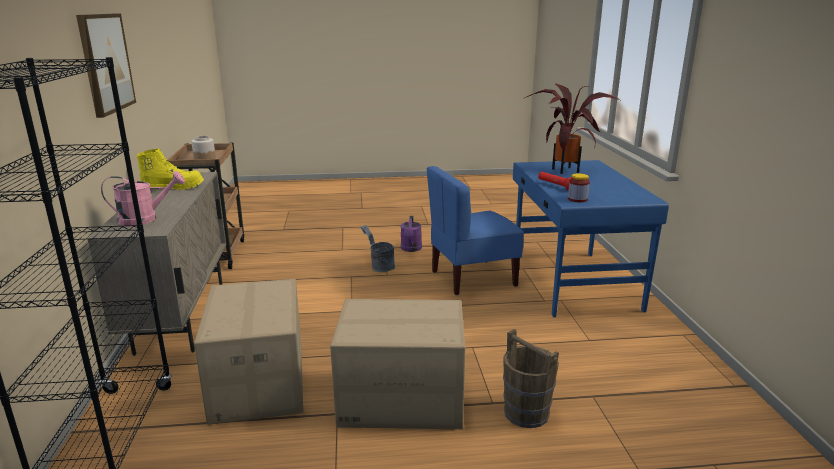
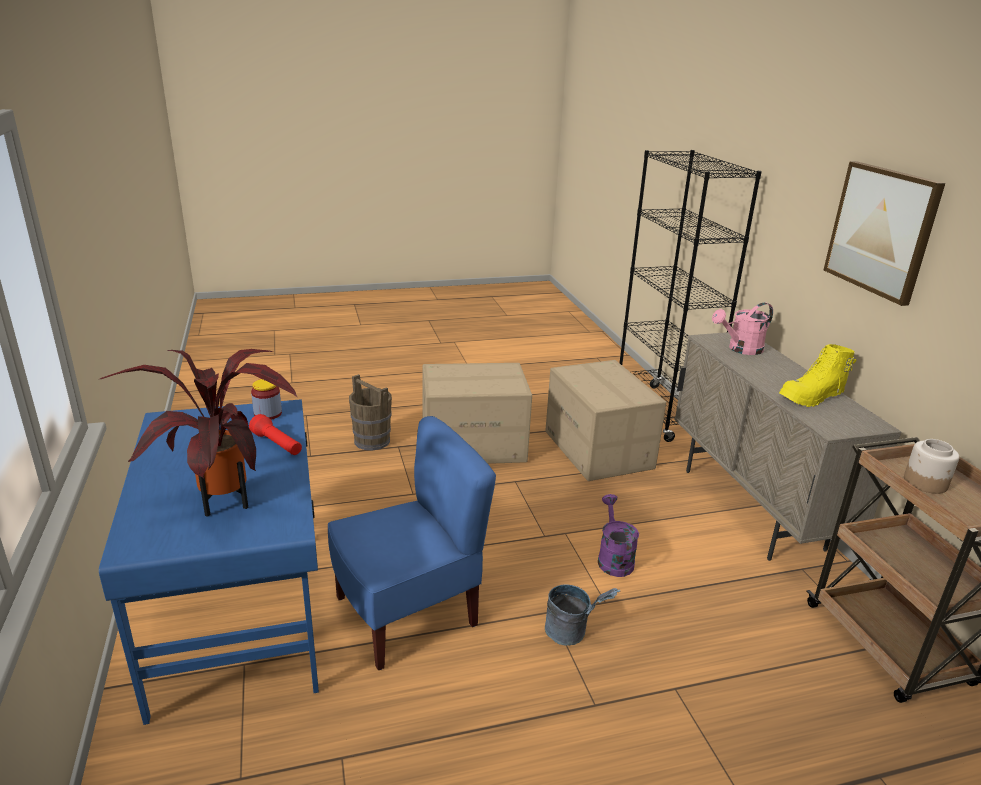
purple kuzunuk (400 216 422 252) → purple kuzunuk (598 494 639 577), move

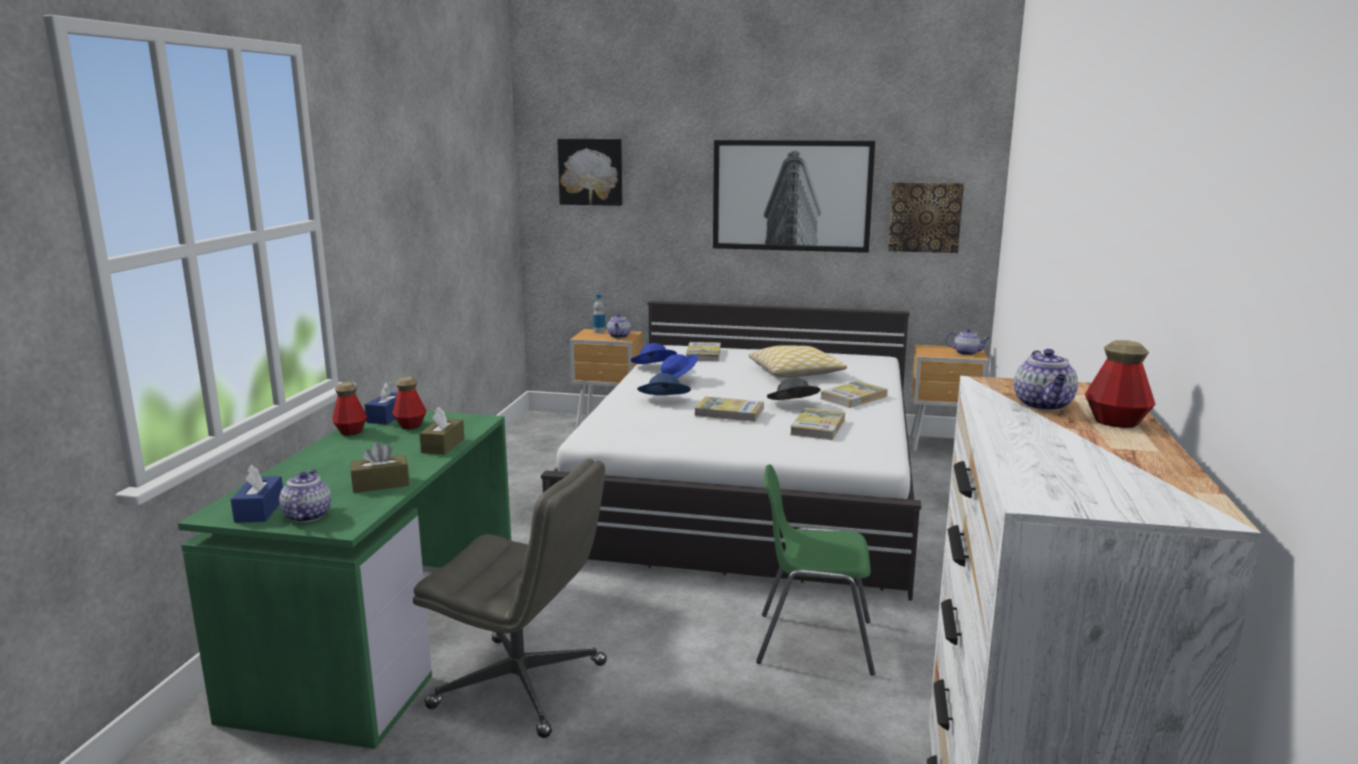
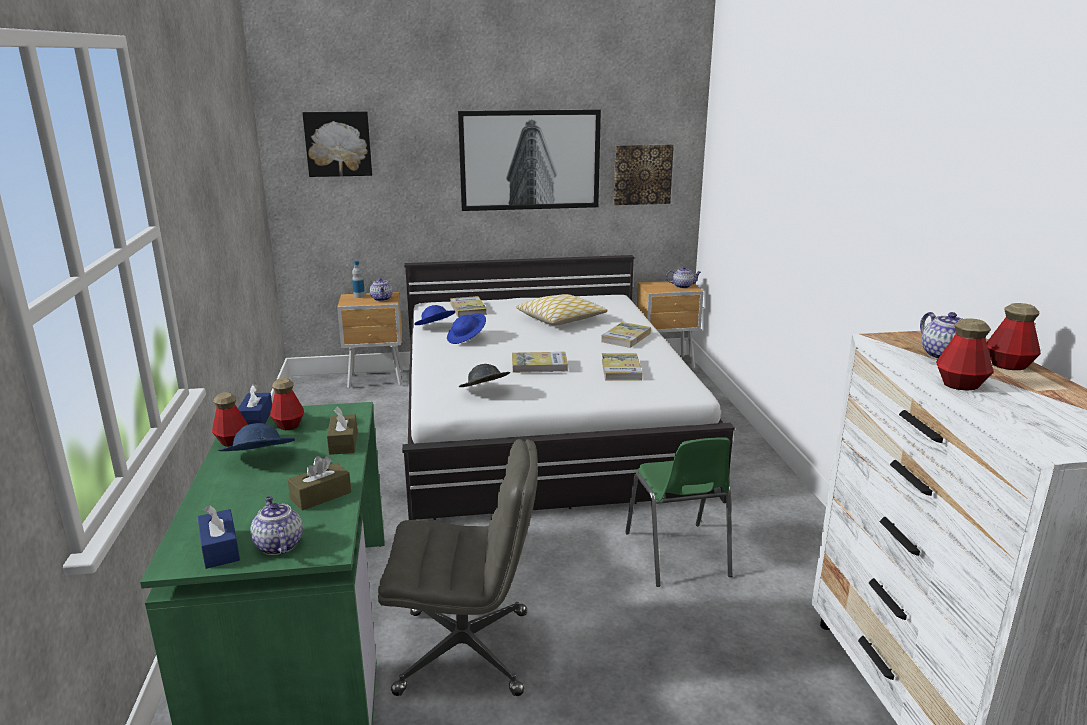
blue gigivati (637 373 691 395) → blue gigivati (218 423 295 451), move
grey gigivati (767 377 821 400) → grey gigivati (459 364 510 387), move
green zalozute (756 464 875 676) → green zalozute (625 437 732 587), 90 degrees counterclockwise
- → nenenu (936 318 994 391)

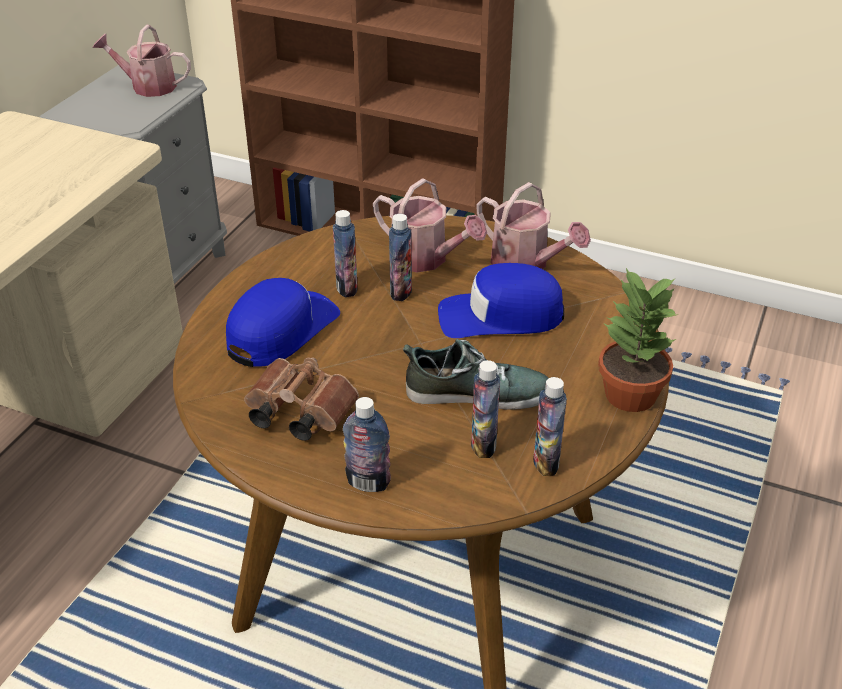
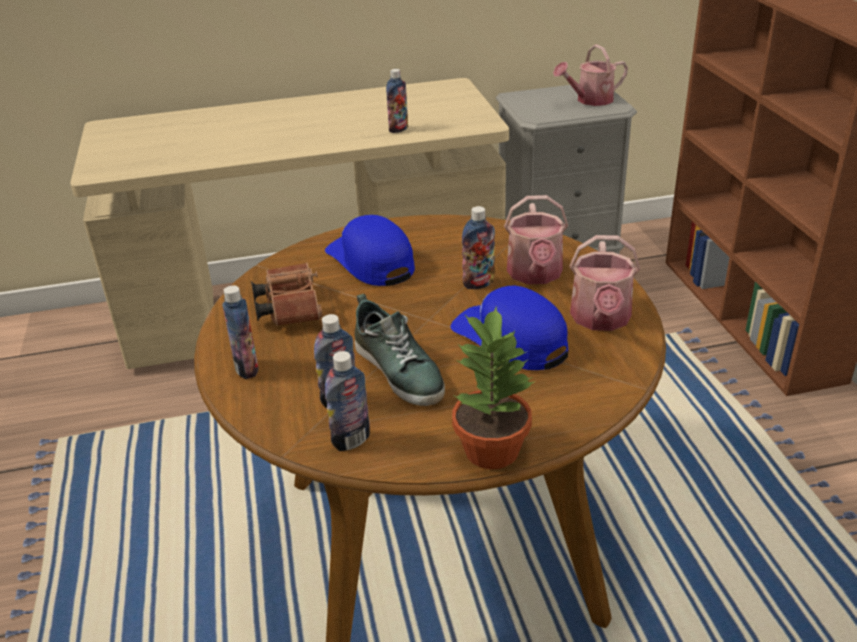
kuzunuk (92 25 191 97) → kuzunuk (553 44 628 106), 90 degrees counterclockwise
nenenu (333 210 358 297) → nenenu (386 69 408 133), move
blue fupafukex (226 278 340 367) → blue fupafukex (325 215 415 286), 120 degrees counterclockwise

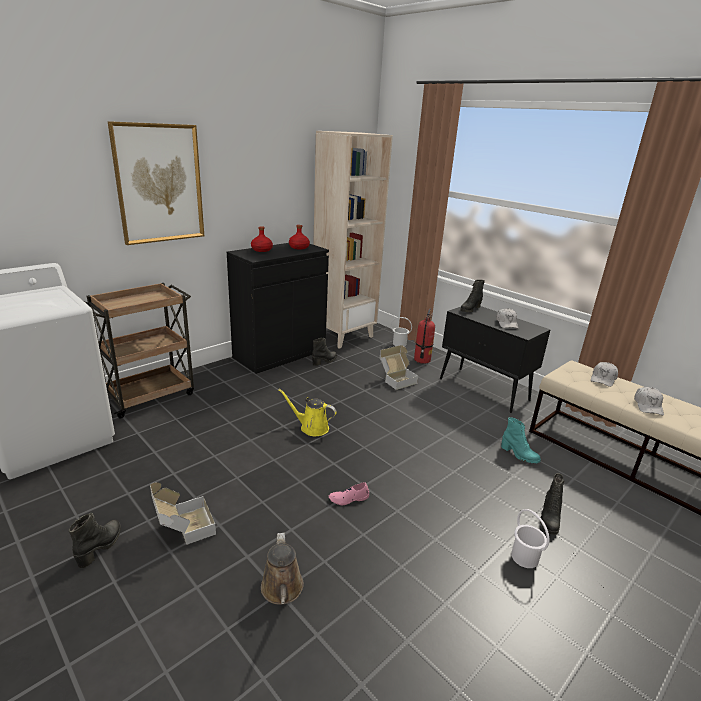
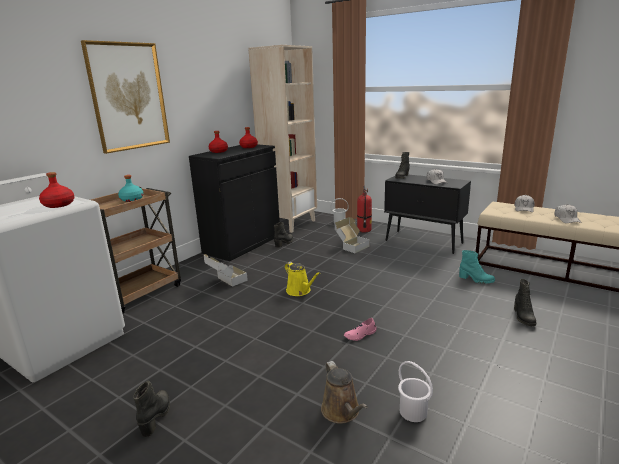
yellow kuzunuk (278 389 337 436) → yellow kuzunuk (285 262 320 296), 135 degrees counterclockwise
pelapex (150 482 216 545) → pelapex (204 254 248 287), move
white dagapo (511 509 549 568) → white dagapo (398 361 433 422), move
- → red nenenu (39 172 74 208)
- → turquoise nenenu (118 175 144 202)

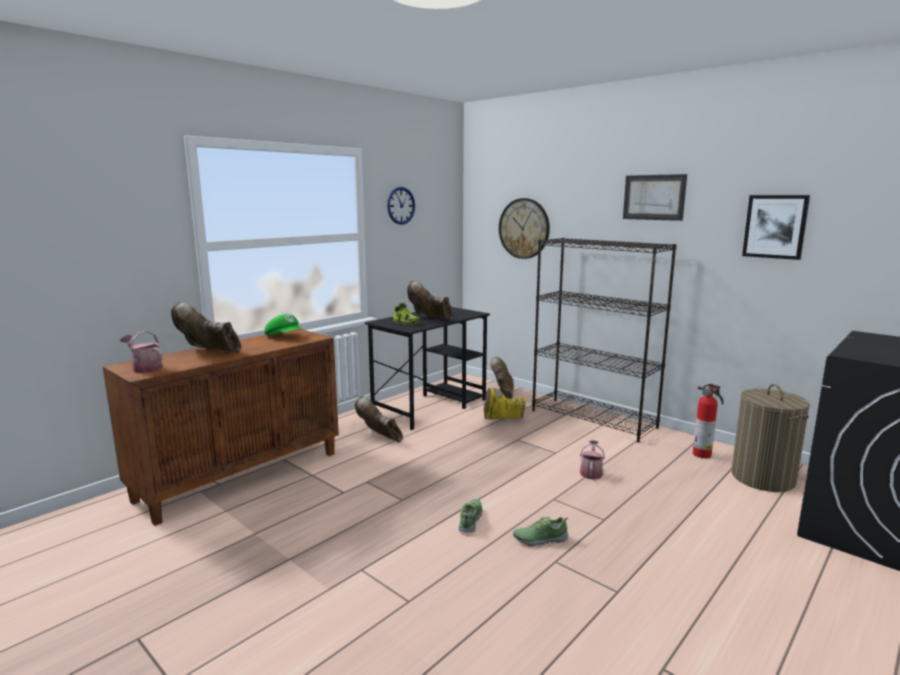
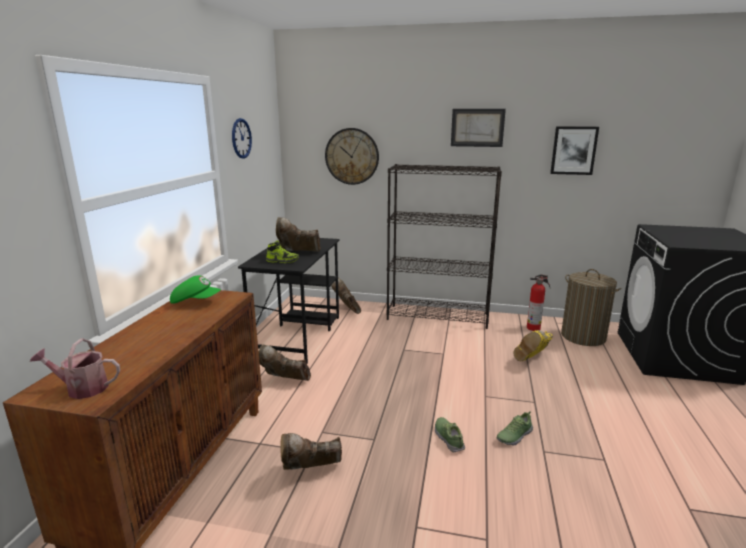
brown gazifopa (171 302 241 353) → brown gazifopa (280 433 342 470), move
yellow gazifopa (484 388 526 419) → yellow gazifopa (513 330 553 361), move
kuzunuk (580 440 605 479) → -

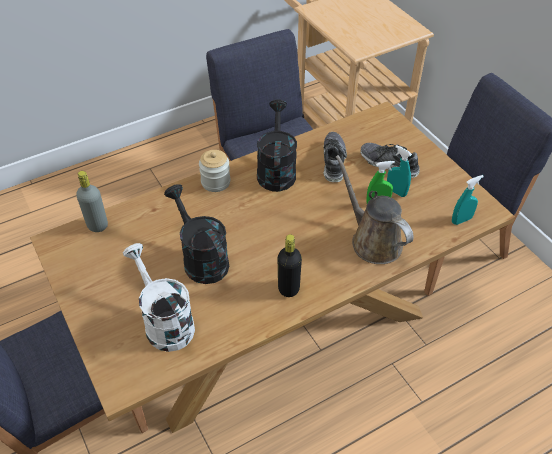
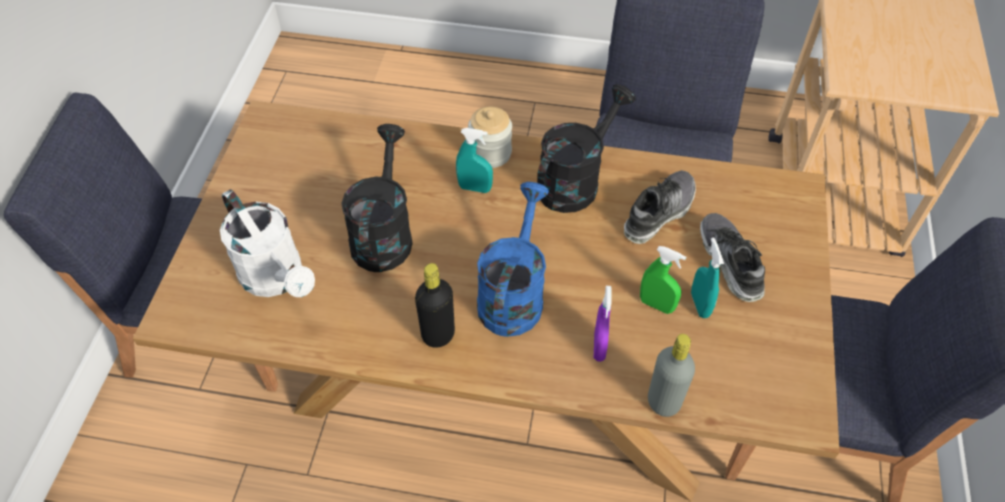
brown kuzunuk (336 155 413 264) → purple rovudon (594 286 612 362)
grey nenenu (76 171 108 232) → grey nenenu (648 334 695 417), move
turquoise rovudon (452 175 484 225) → turquoise rovudon (456 128 493 193), move
white kuzunuk (123 243 195 352) → white kuzunuk (220 189 315 297), 135 degrees clockwise
- → blue kuzunuk (477 182 549 337)

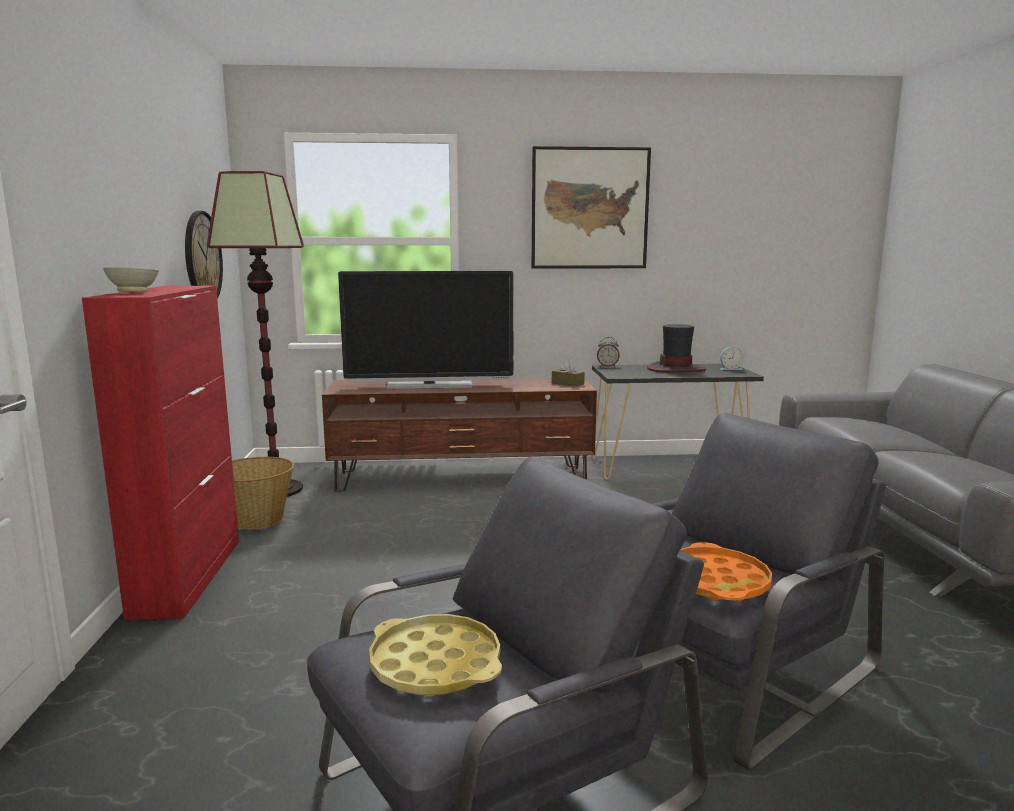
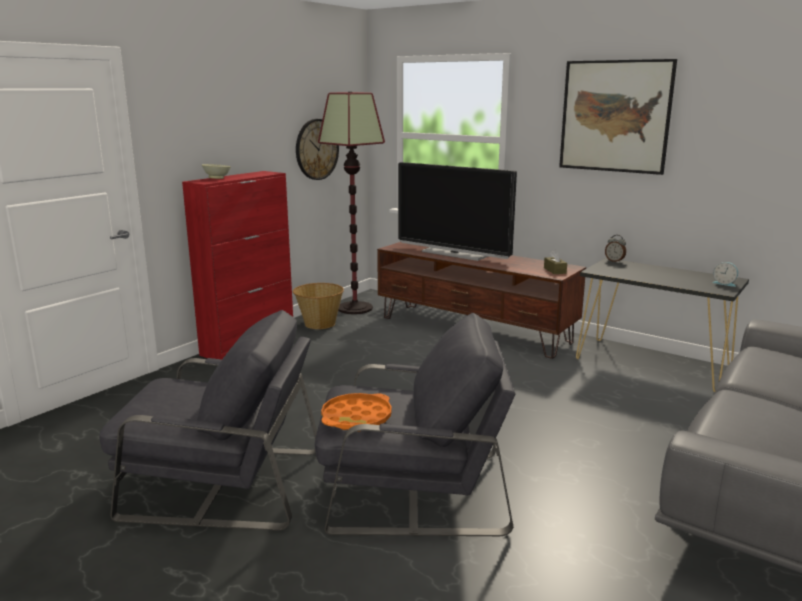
gigivati (647 324 706 372) → -
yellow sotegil (369 614 502 697) → -

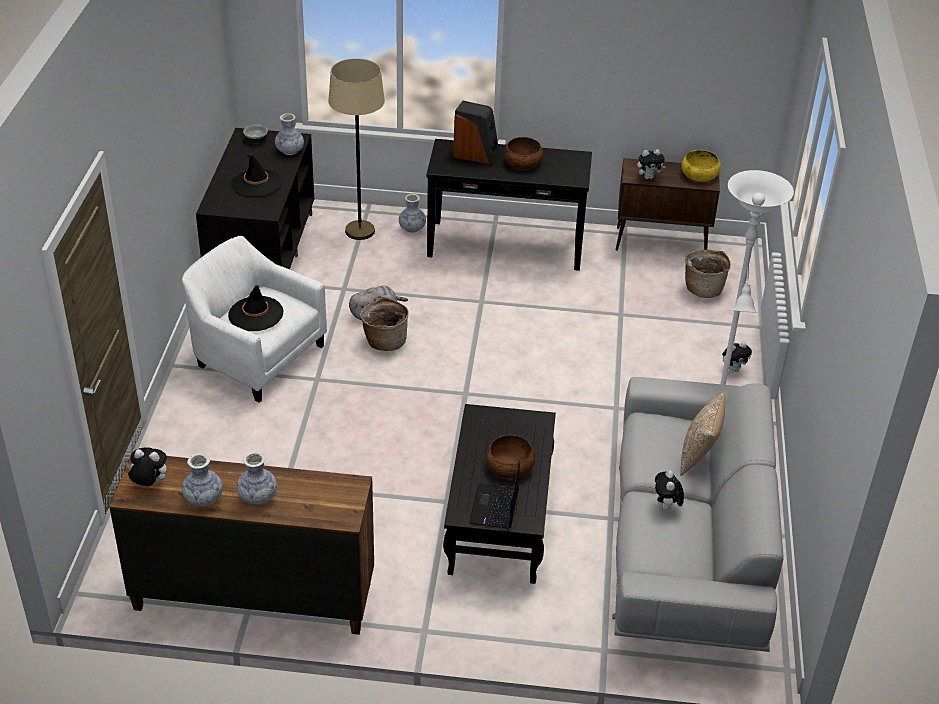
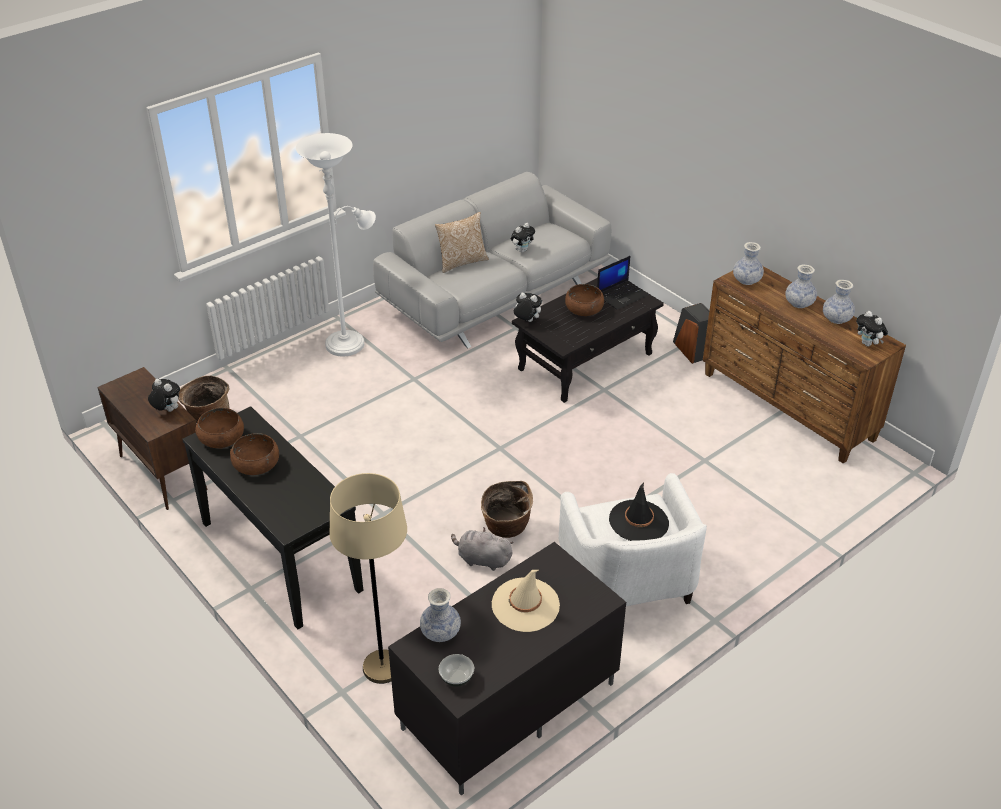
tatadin (453 101 500 165) → tatadin (673 303 709 364), move
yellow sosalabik (681 150 721 182) → -
black gigivati (231 154 282 197) → beige gigivati (492 570 560 632)
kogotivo (399 194 426 233) → kogotivo (733 242 764 285), move
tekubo (722 342 752 373) → tekubo (513 293 542 322), move
- → brown sosalabik (195 408 244 449)

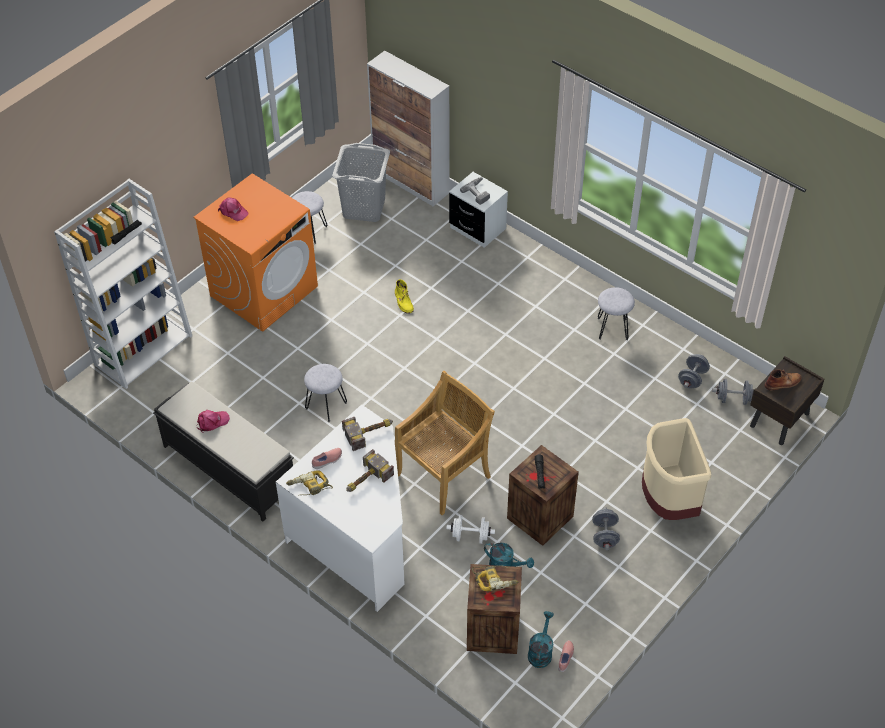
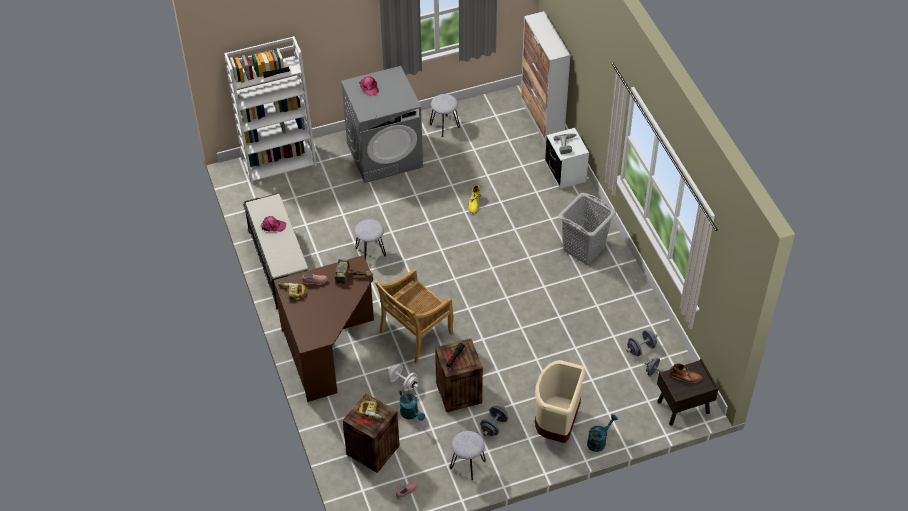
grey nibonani (332 143 390 222) → grey nibonani (558 193 616 264), move
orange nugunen (194 173 318 332) → grey nugunen (341 66 423 183)
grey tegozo (597 287 635 340) → grey tegozo (450 431 486 480), move
beige zalozute (395 371 495 515) → beige zalozute (375 269 454 363), 150 degrees clockwise
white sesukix (276 404 405 612) → brown sesukix (274 255 374 402)
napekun (346 449 394 492) → -
turquoise kuzunuk (528 611 554 668) → turquoise kuzunuk (587 414 618 452), move

